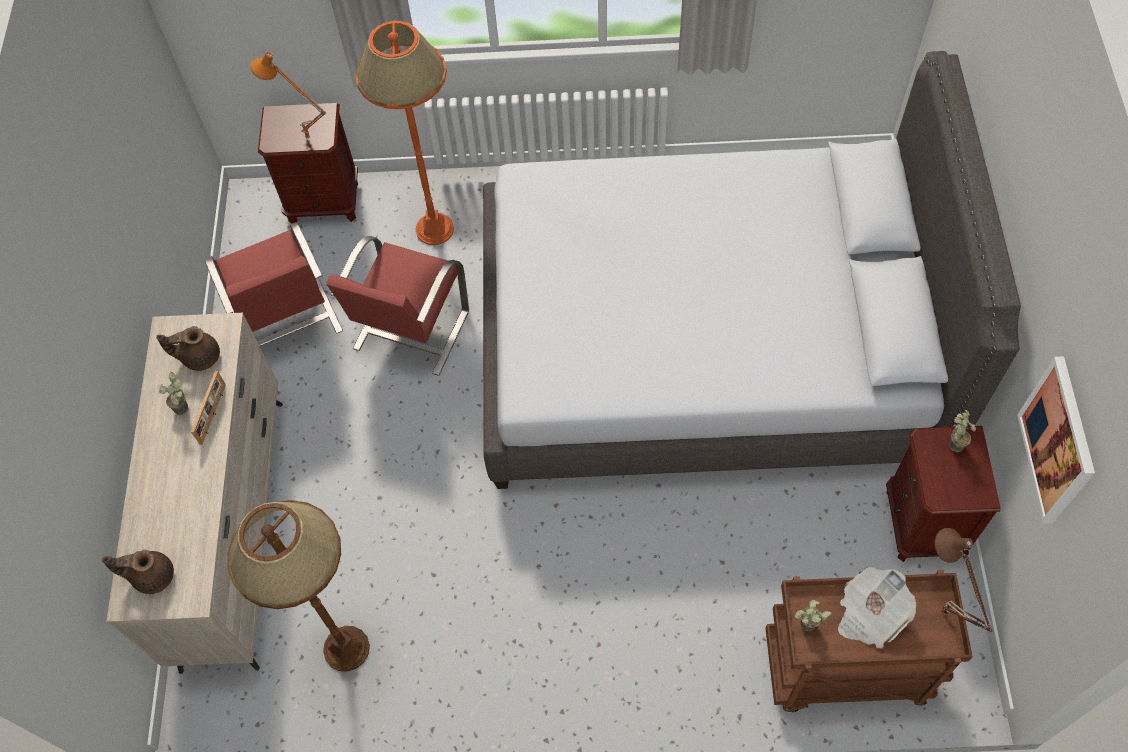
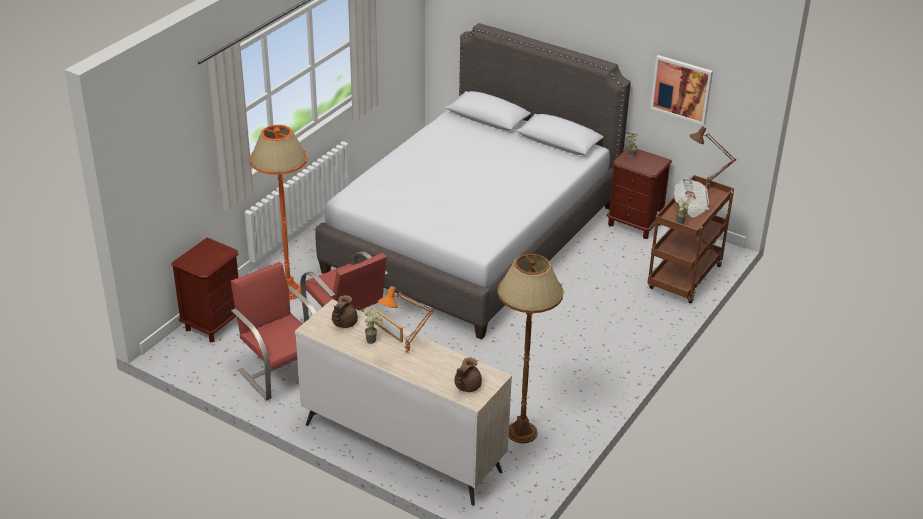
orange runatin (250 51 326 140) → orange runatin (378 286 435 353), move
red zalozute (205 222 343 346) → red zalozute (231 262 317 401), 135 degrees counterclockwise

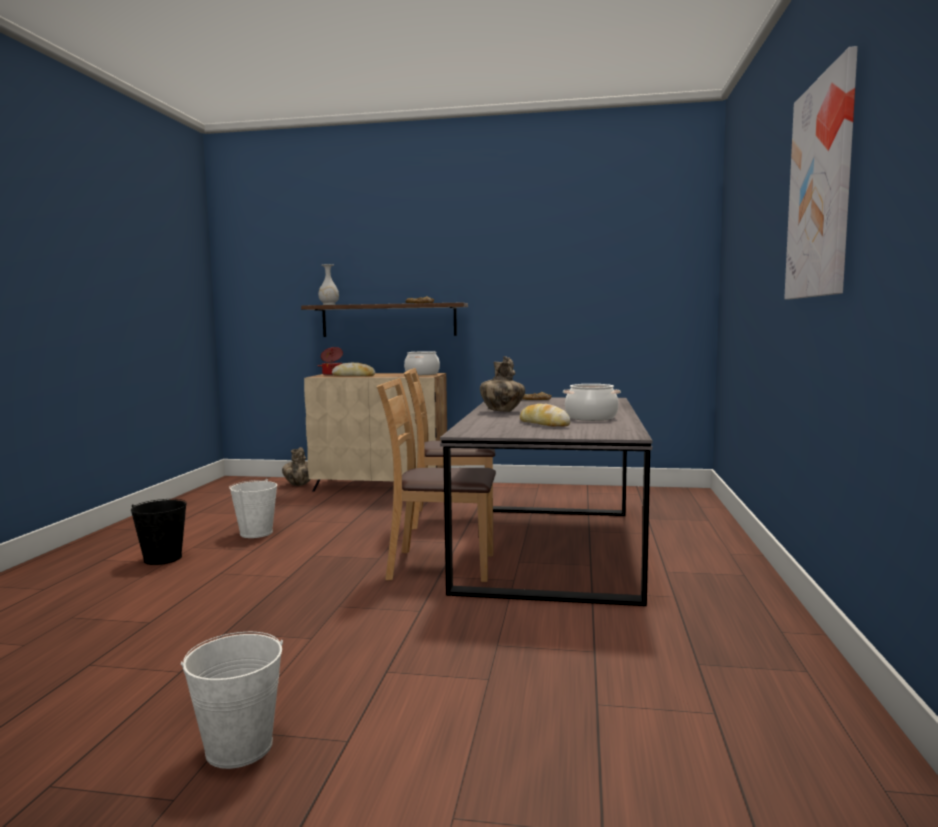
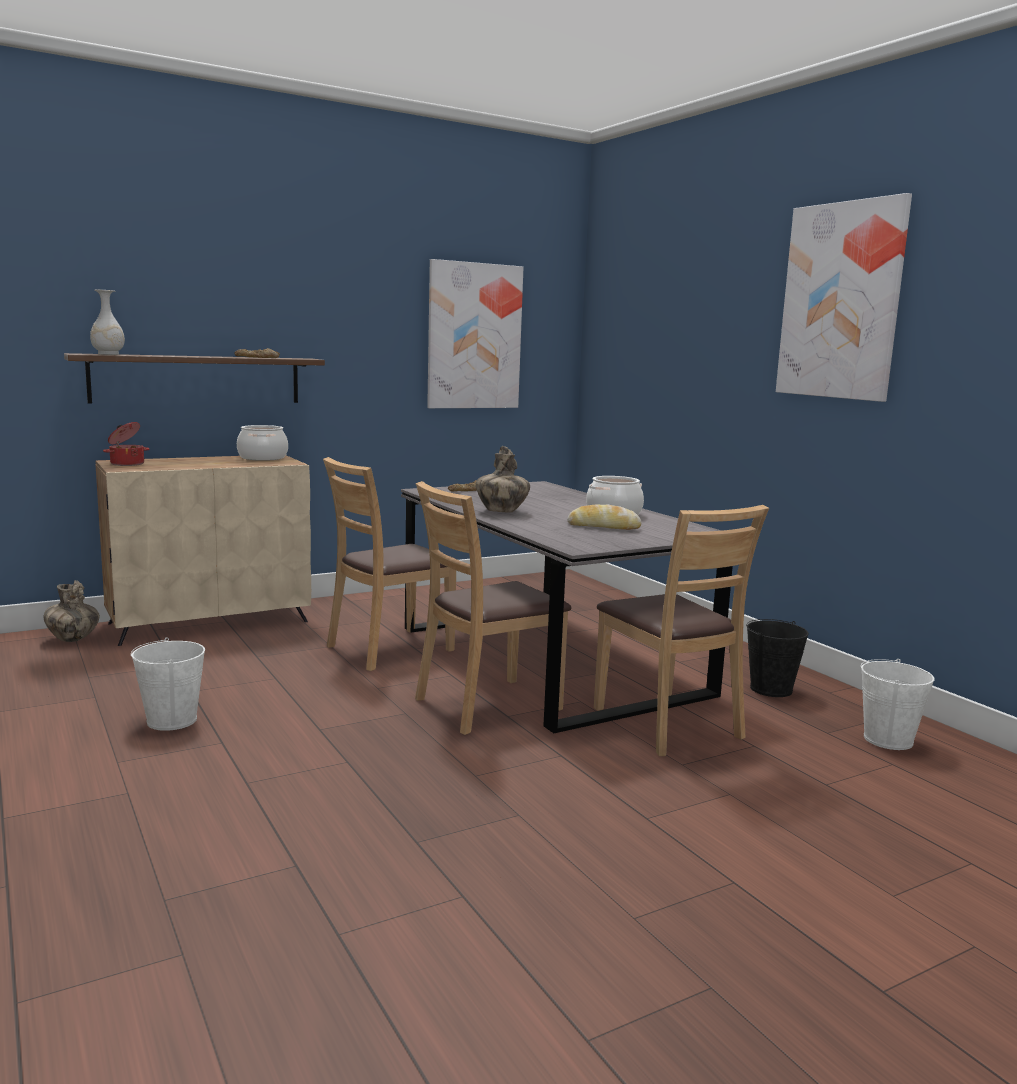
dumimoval (332 363 375 376) → -
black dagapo (131 499 187 565) → black dagapo (746 619 809 697), move
white dagapo (181 632 283 769) → white dagapo (861 659 935 750), move
- → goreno (427 259 524 408)
- → brown zalozute (594 505 769 756)

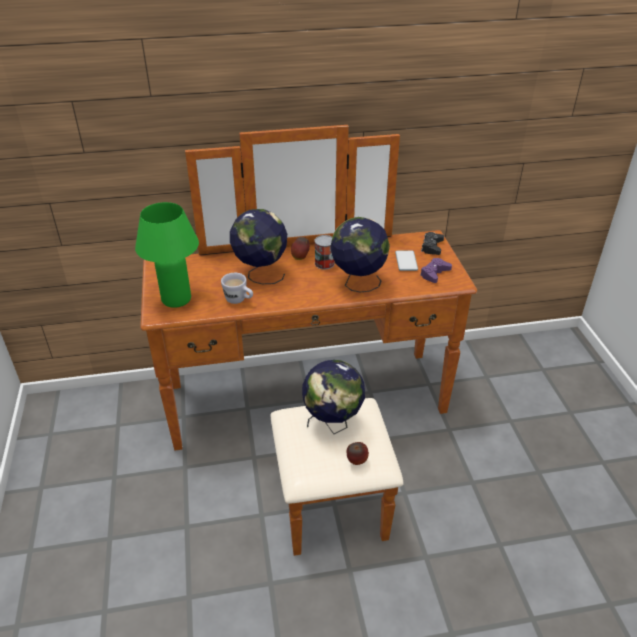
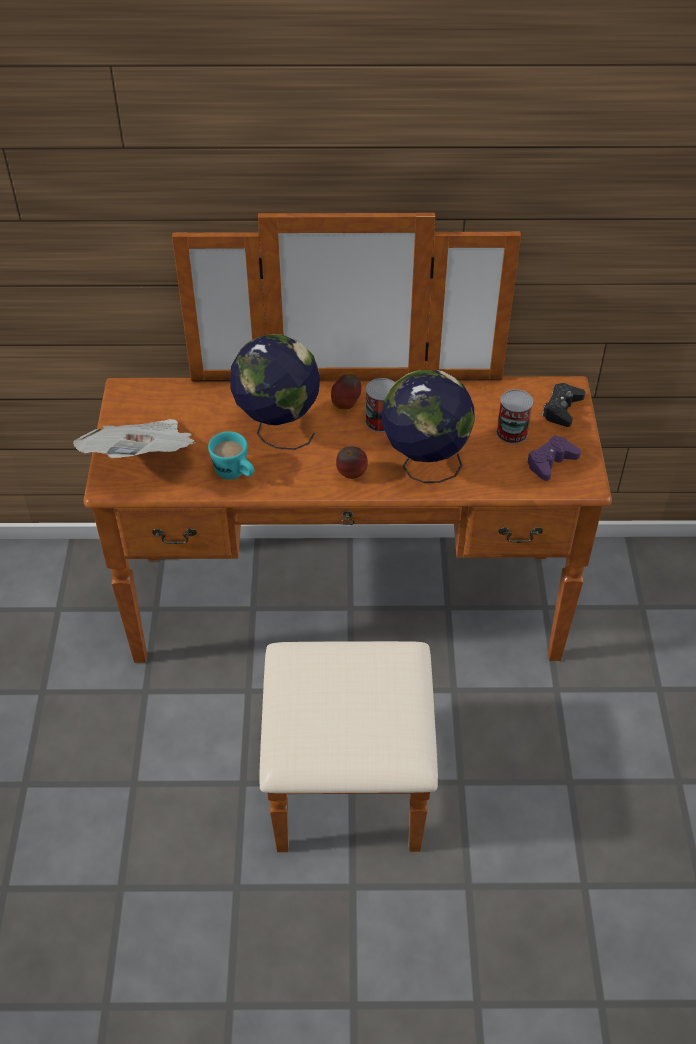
green runatin (135 202 199 308) → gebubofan (73 419 196 458)
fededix (395 250 418 271) → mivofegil (496 389 533 444)
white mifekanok (221 273 253 304) → turquoise mifekanok (208 431 254 480)
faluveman (302 360 365 434) → -
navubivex (347 442 369 465) → navubivex (336 447 368 479), move

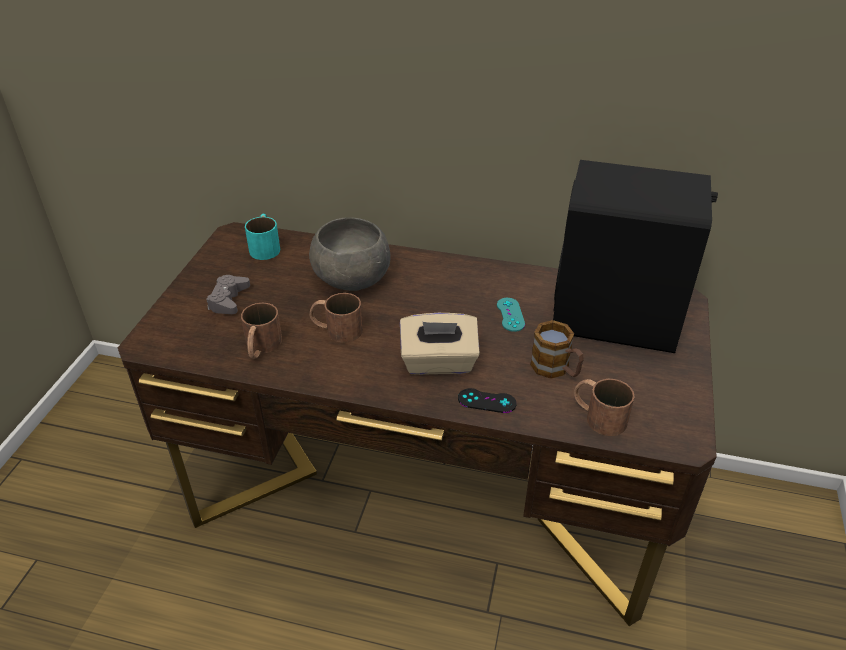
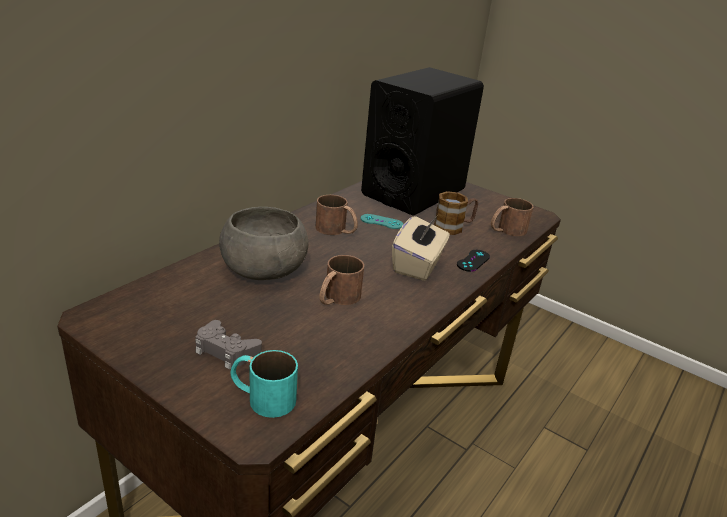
turquoise mifekanok (245 213 280 260) → turquoise mifekanok (230 350 298 418), move
brown mifekanok (241 303 282 359) → brown mifekanok (316 195 358 235), move

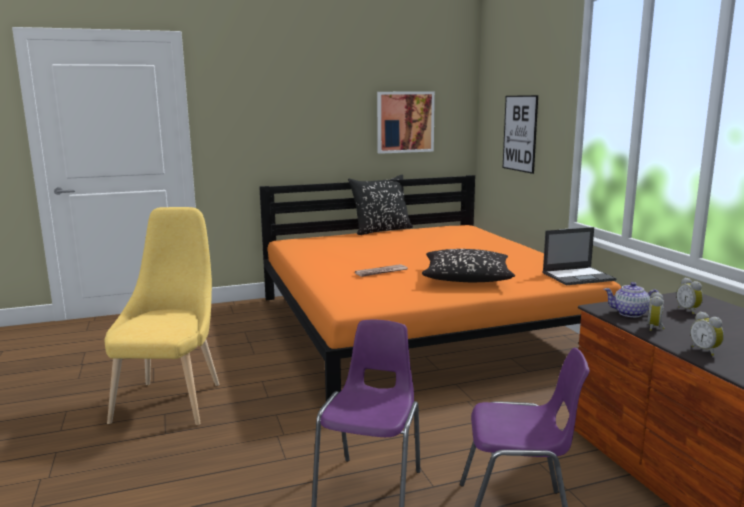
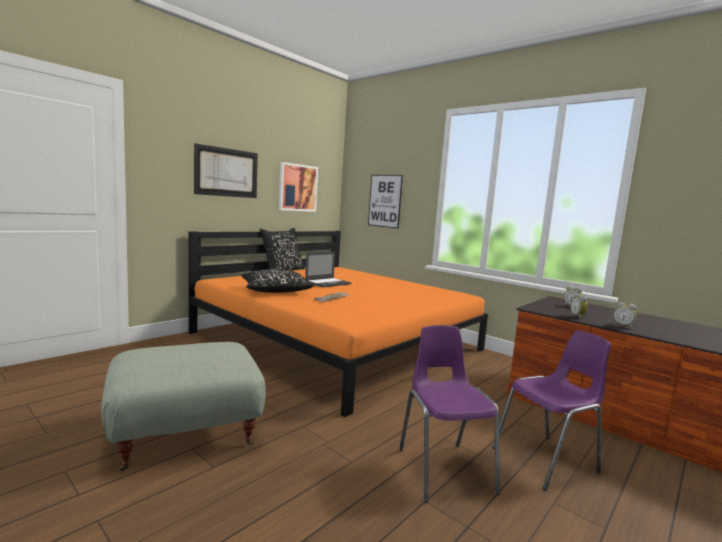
yellow zalozute (105 207 220 425) → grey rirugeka (101 342 266 472)
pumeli (542 227 617 285) → pumeli (305 251 351 287), move
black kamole (422 249 515 282) → black kamole (241 270 315 293), move
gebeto (604 282 658 317) → -
- → goreno (194 143 258 198)

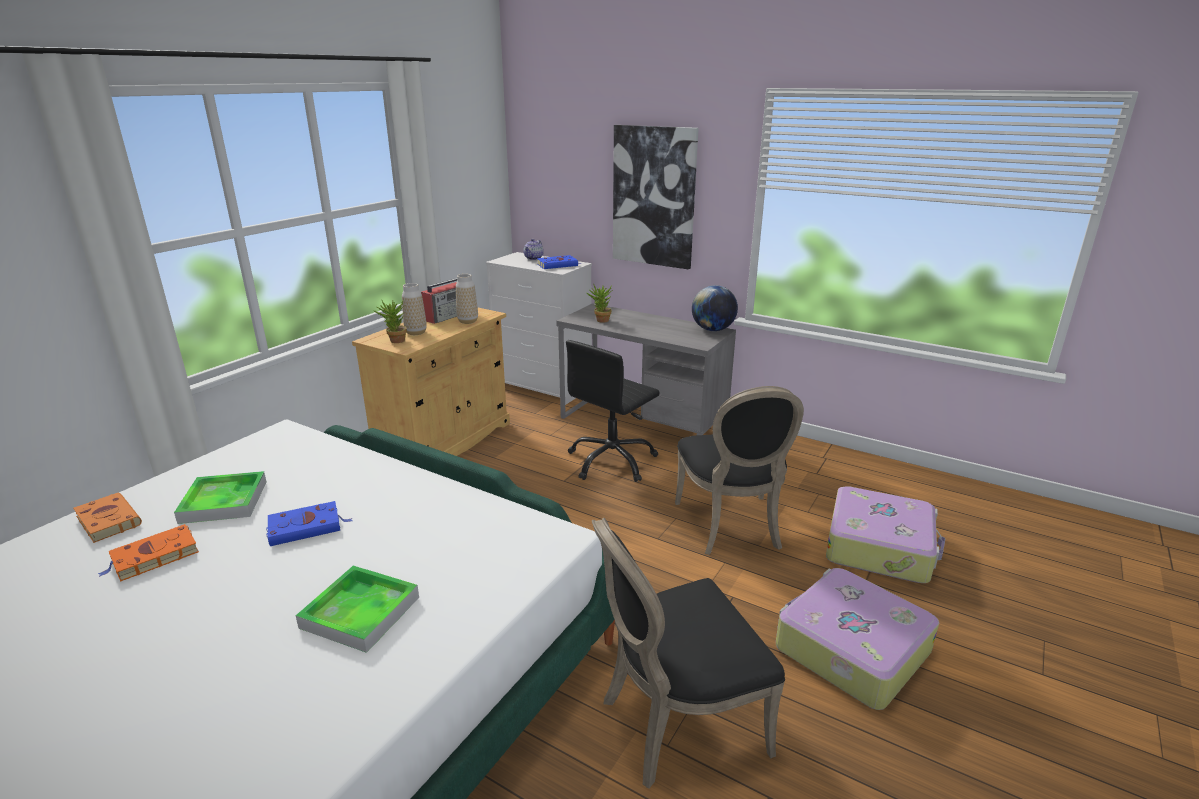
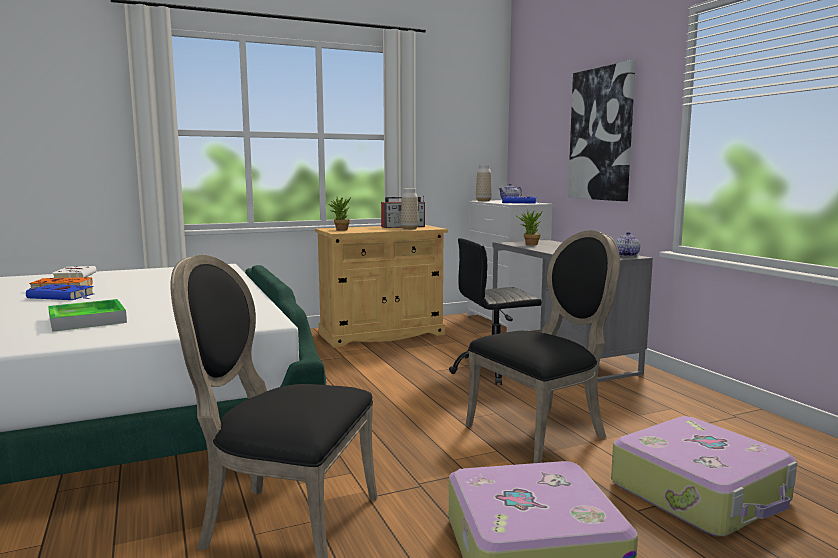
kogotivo (402 283 427 335) → kogotivo (476 165 492 201), move
faluveman (692 285 738 331) → gebeto (615 232 640 257)
black zalozute (675 386 804 555) → black zalozute (466 230 620 463), 150 degrees counterclockwise
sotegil (174 471 267 524) → -
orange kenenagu (73 492 142 543) → white kenenagu (52 266 97 278)
blue kenenagu (267 501 352 546) → blue kenenagu (26 284 94 300), move

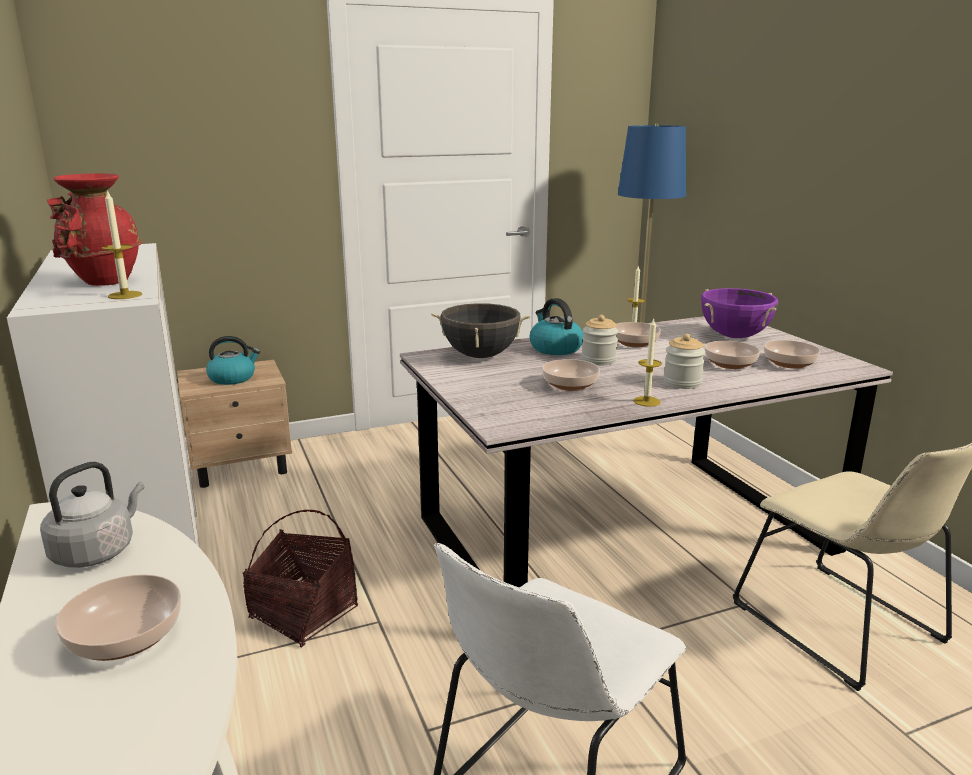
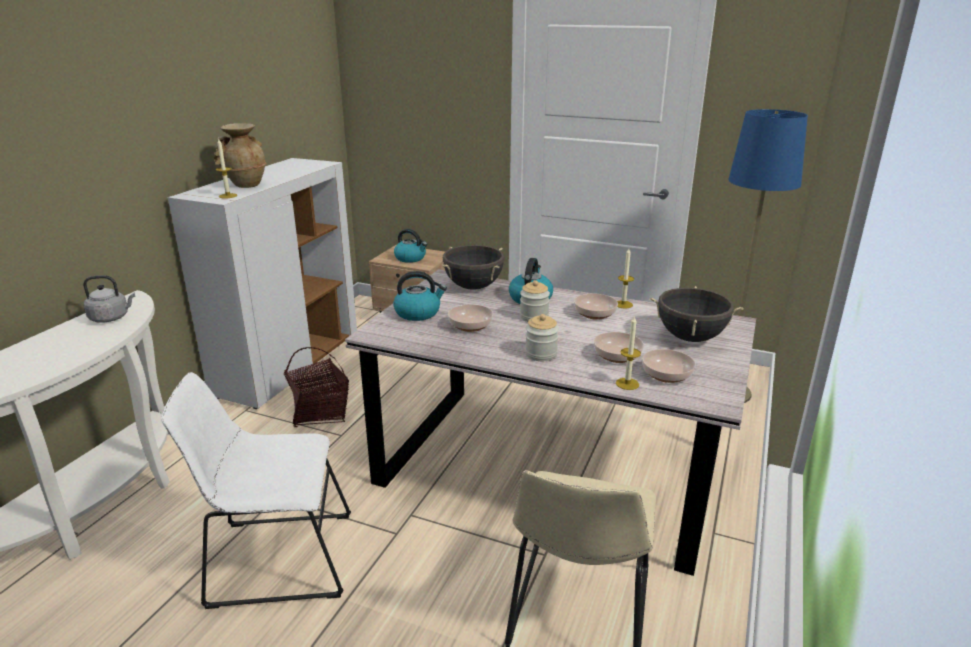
red kogotivo (47 174 142 286) → beige kogotivo (214 123 267 188)
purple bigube (701 288 778 338) → black bigube (649 286 744 342)
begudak (633 318 662 407) → begudak (616 315 641 390), move
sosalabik (55 574 181 661) → -
- → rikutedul (393 271 447 321)

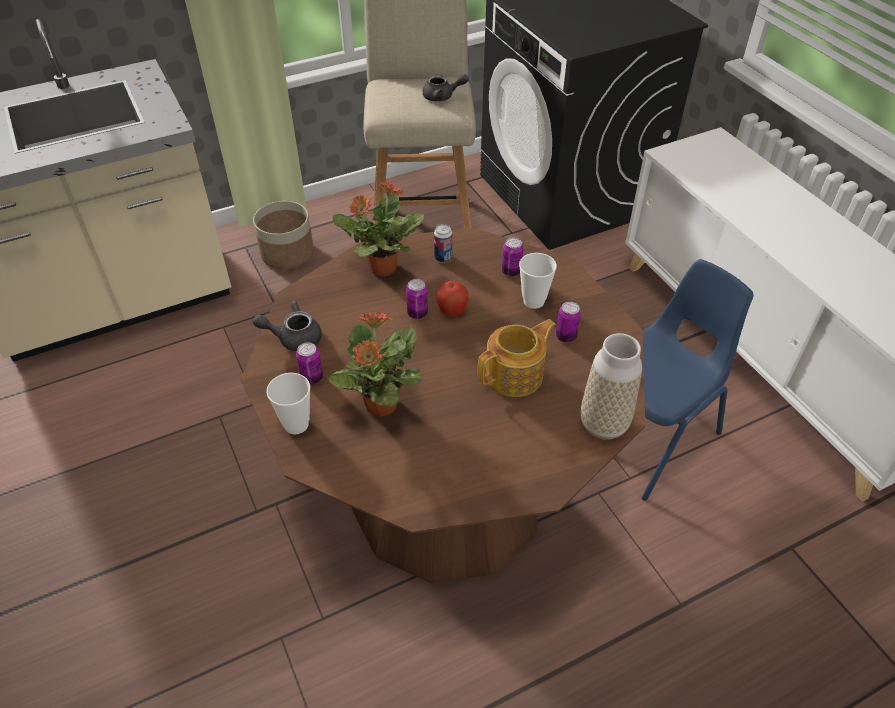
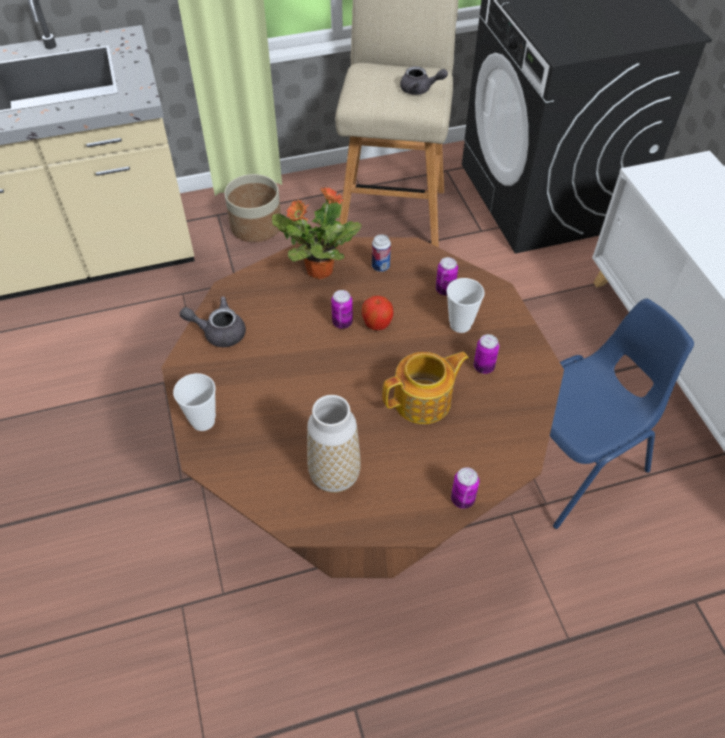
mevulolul (328 312 423 417) → -
kogotivo (580 333 642 440) → kogotivo (307 395 361 493), move
mivofegil (296 342 323 385) → mivofegil (451 467 479 509), move

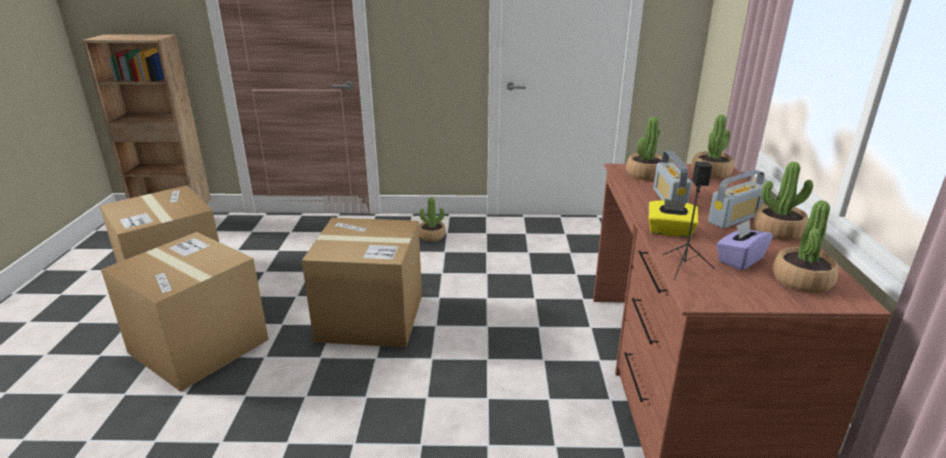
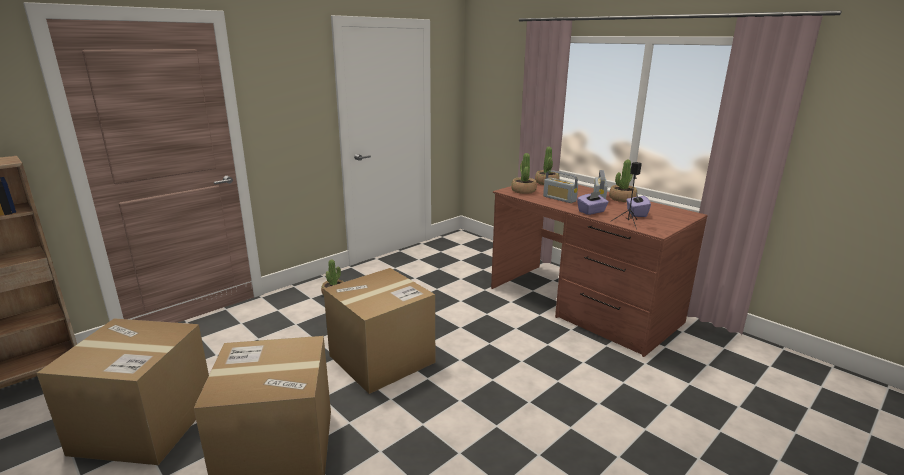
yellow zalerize (648 199 698 238) → purple zalerize (577 191 609 215)
mevulolul (772 200 839 293) → -

